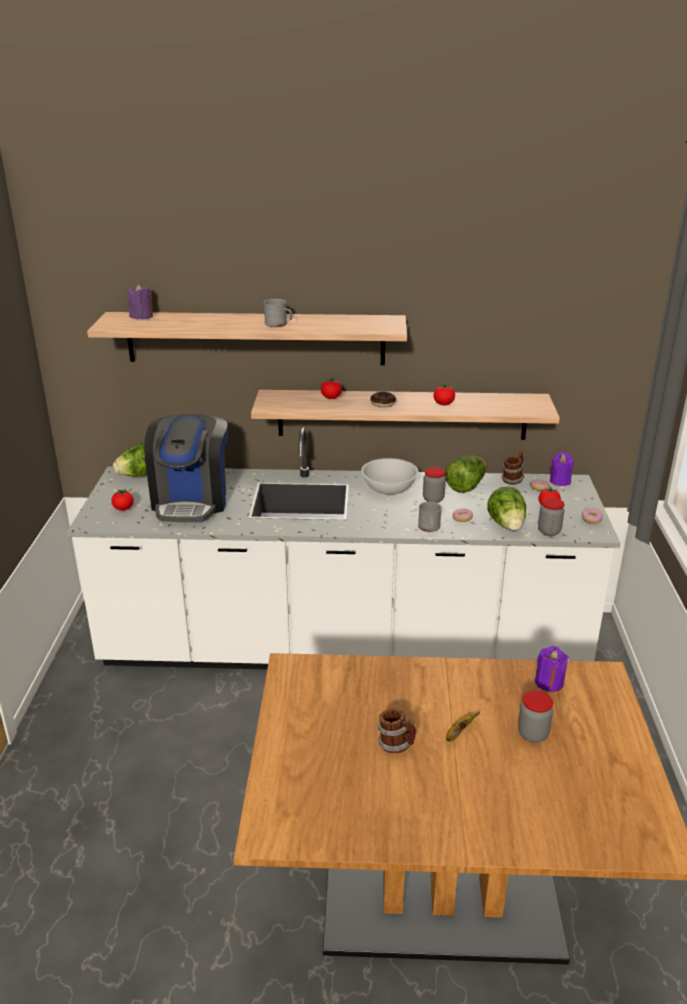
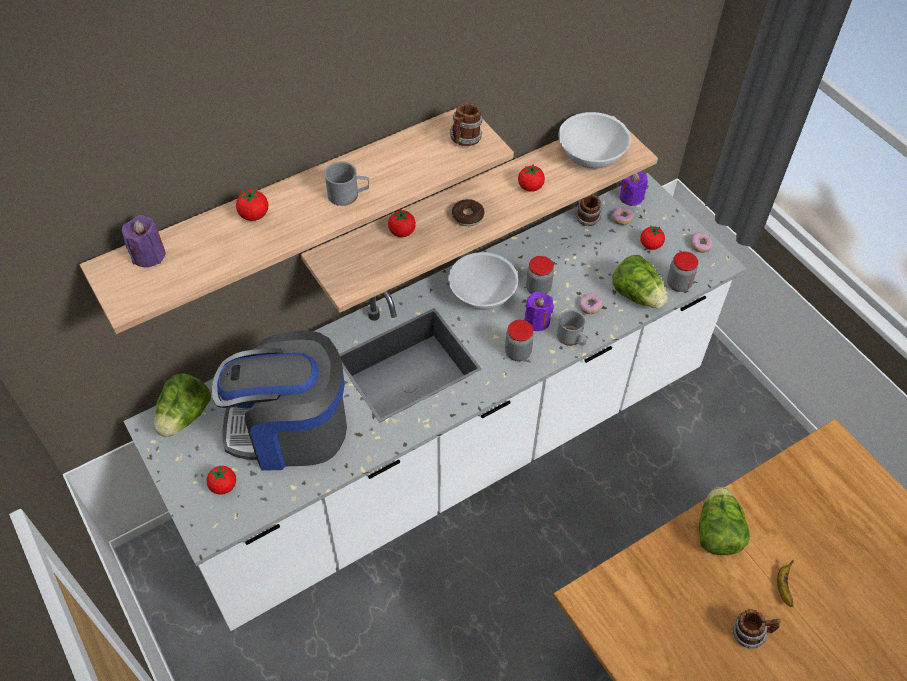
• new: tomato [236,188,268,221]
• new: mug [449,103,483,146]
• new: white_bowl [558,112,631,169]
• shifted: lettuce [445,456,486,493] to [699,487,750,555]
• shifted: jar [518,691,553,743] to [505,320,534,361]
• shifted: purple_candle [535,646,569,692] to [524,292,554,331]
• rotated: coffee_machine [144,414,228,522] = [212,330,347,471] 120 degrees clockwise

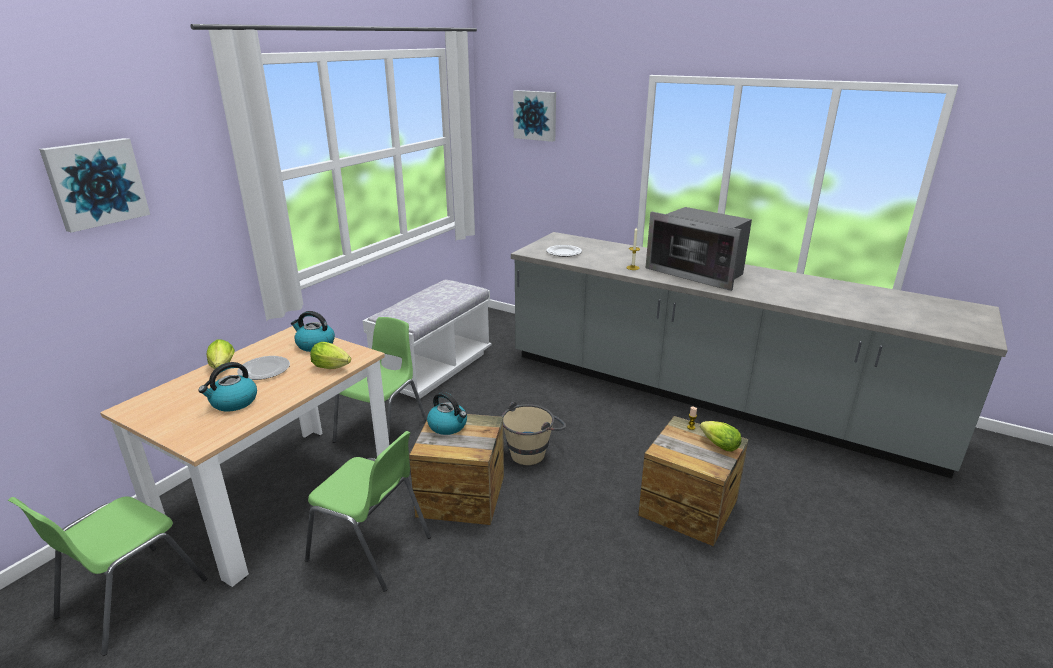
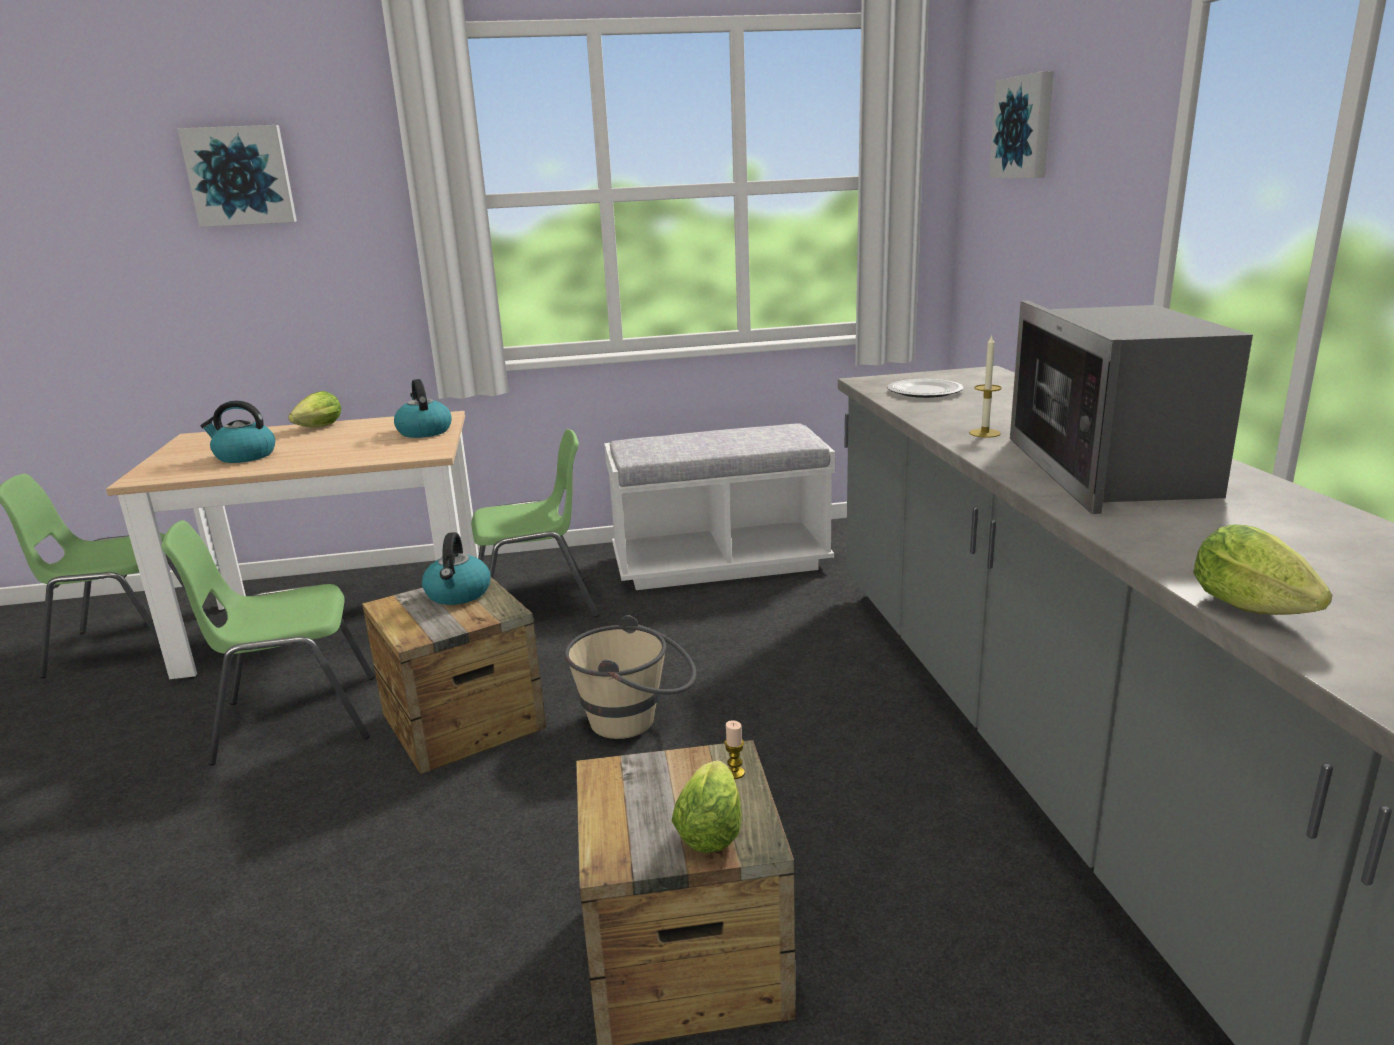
• gone: plate [237,356,290,380]
• shifted: lettuce [310,342,351,369] to [1193,524,1332,615]
• rotated: green_chair [305,431,431,592] = [161,520,375,765] 90 degrees clockwise

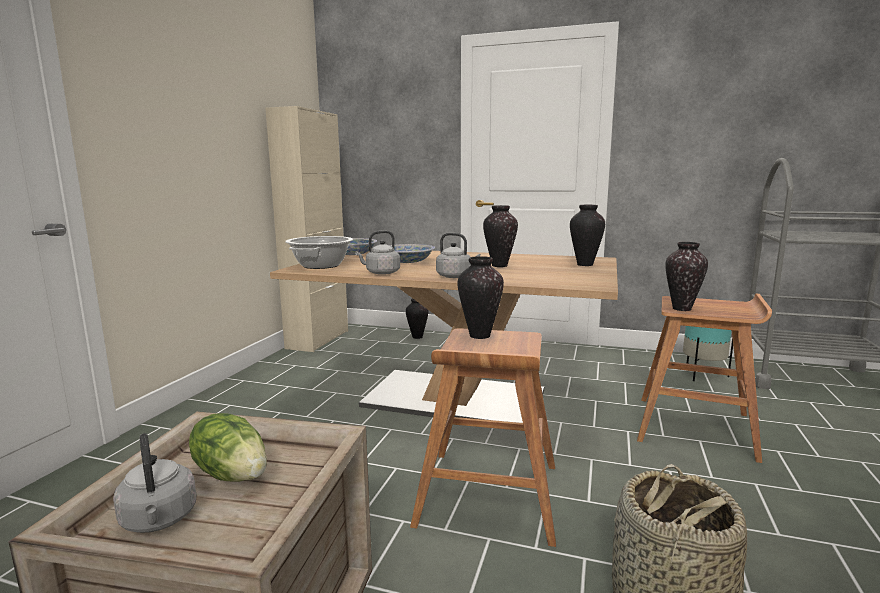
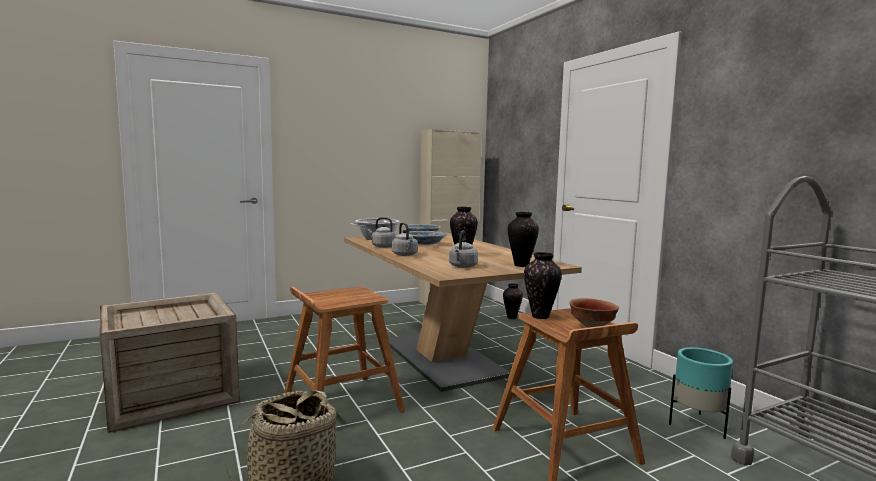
• gone: lettuce [189,413,267,482]
• gone: vase [458,256,504,339]
• new: bowl [569,298,619,327]
• shifted: grey_kettle [113,433,196,533] to [449,230,478,268]

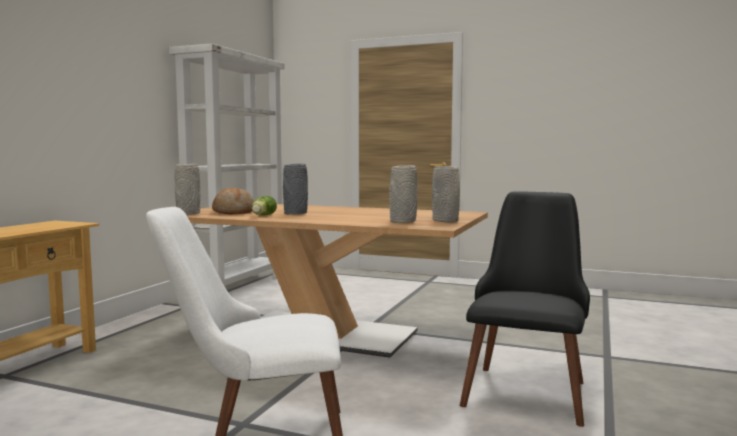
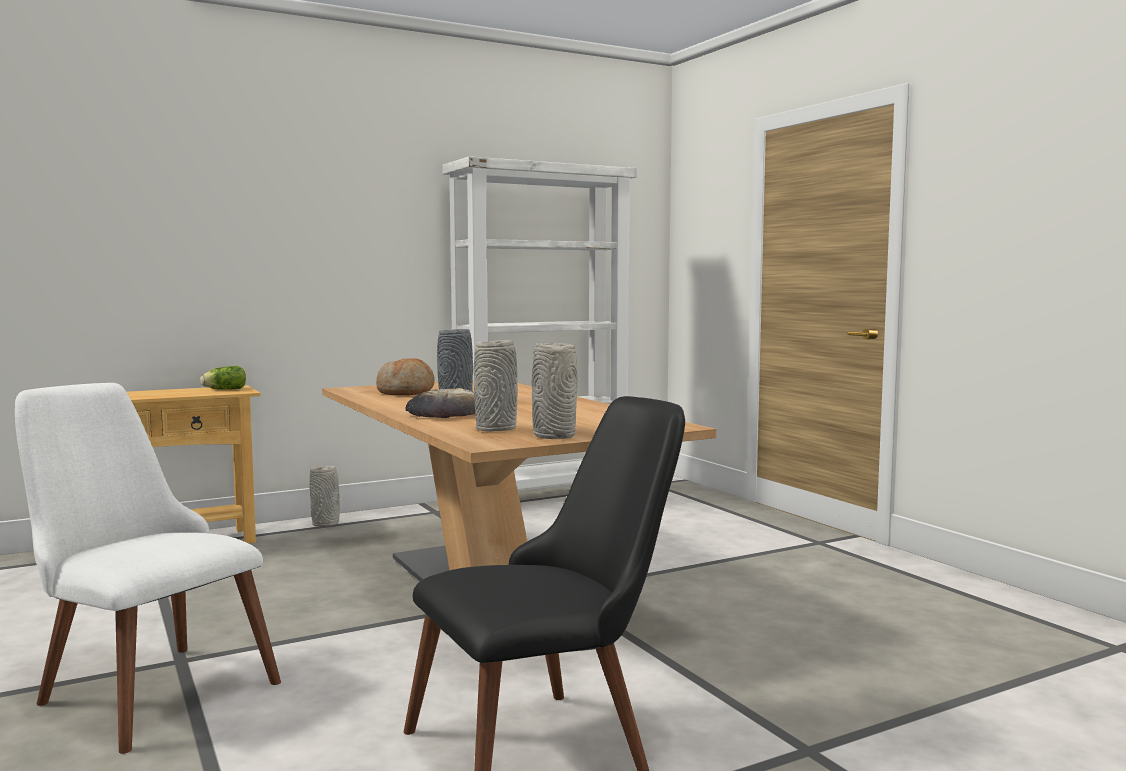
• new: bread [405,388,475,418]
• shifted: grey_vase [174,164,201,215] to [309,466,340,527]
• shifted: lettuce [252,196,277,216] to [200,366,246,390]

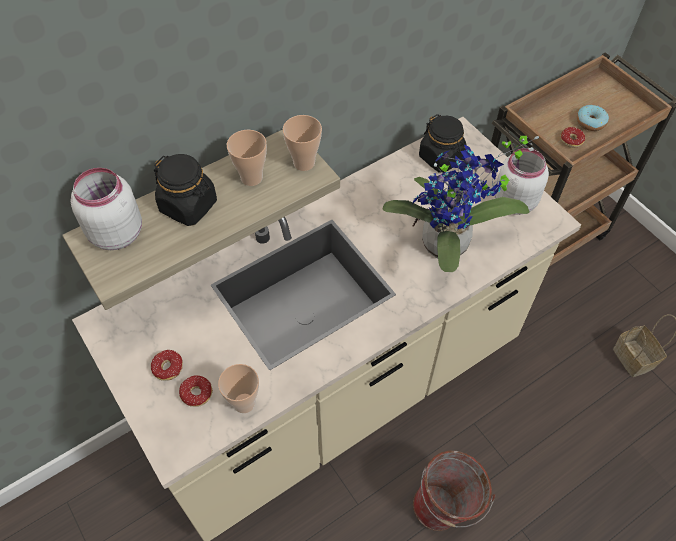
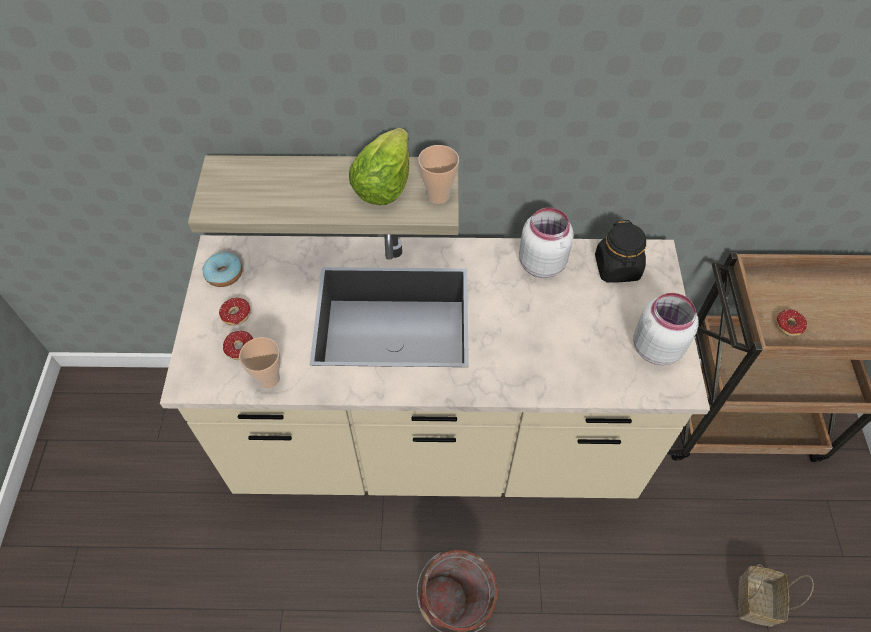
• gone: black_jar [154,154,217,226]
• gone: potted_plant [383,136,539,272]
• shifted: white_jar [71,168,142,250] to [519,208,574,278]
• shifted: donut [577,105,609,131] to [202,252,242,287]
• swapped: cup [227,130,267,186] to lettuce [349,128,409,205]

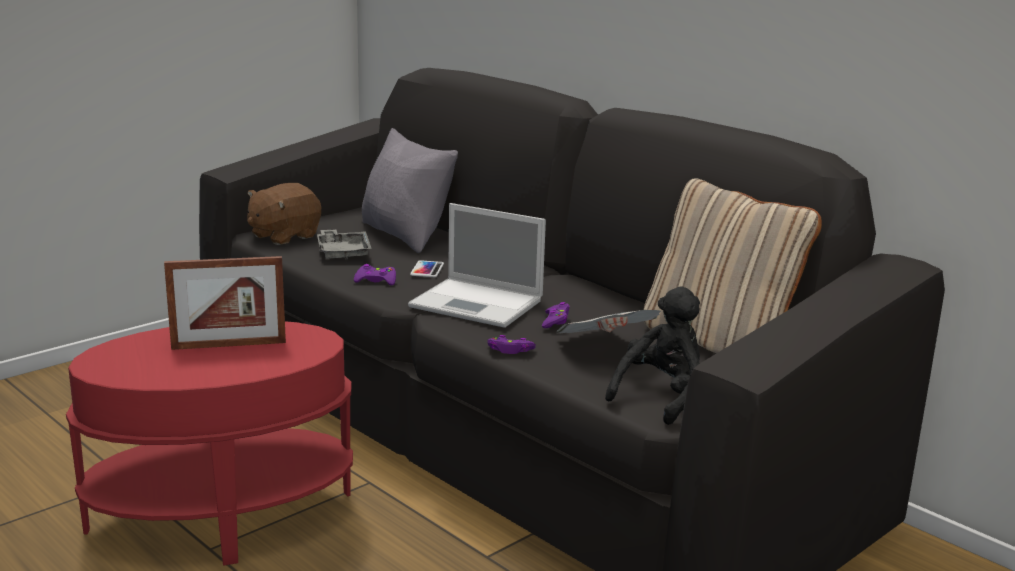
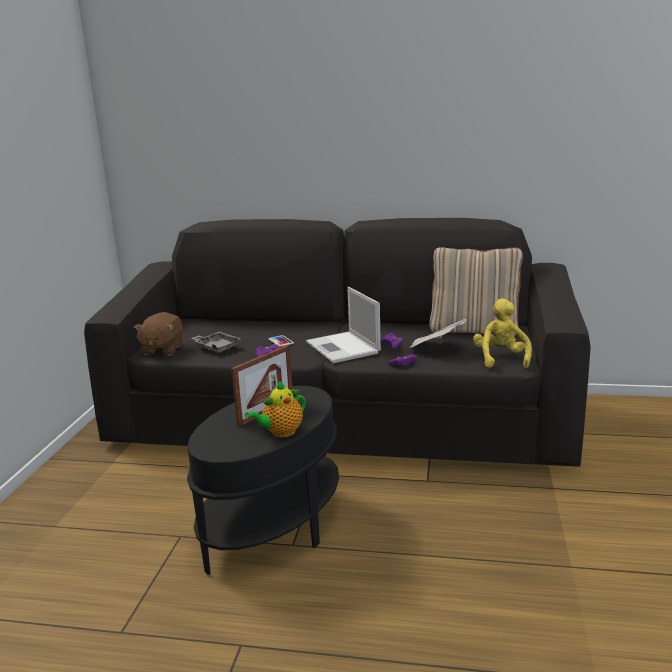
• gone: grey_pillow [362,128,458,253]
• new: teapot [245,381,306,437]
• repainted: red_side_table [66,321,353,565] to black_side_table [187,386,339,575]
• repainted: black_plush_toy [605,286,700,425] to yellow_plush_toy [473,298,532,369]
• rotated: laptop [408,203,546,328] = [306,287,381,363] 75 degrees clockwise

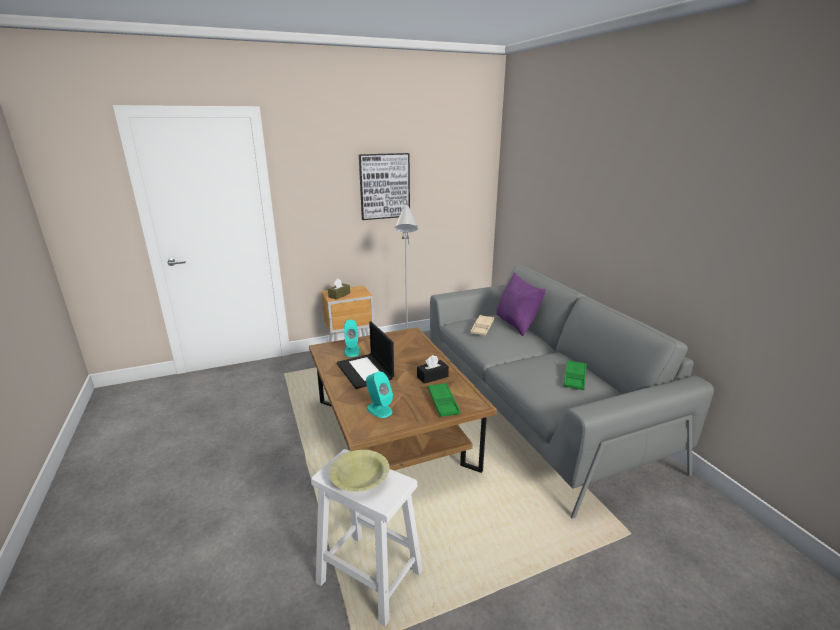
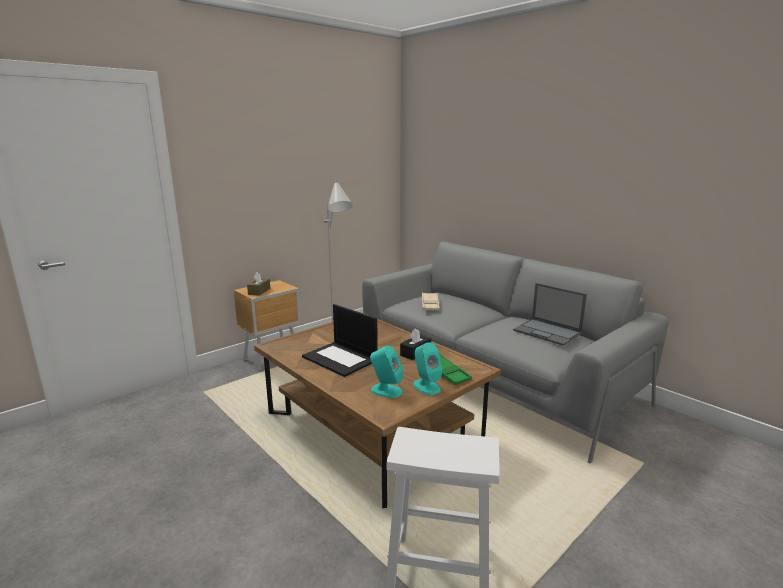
• gone: yellow_bowl [329,450,390,492]
• gone: picture [359,153,410,220]
• gone: purple_pillow [497,272,546,336]
• shifted: turquoise_speaker [344,320,360,357] to [413,342,443,395]
• swapped: green_tray [564,360,587,390] to laptop [513,283,587,346]

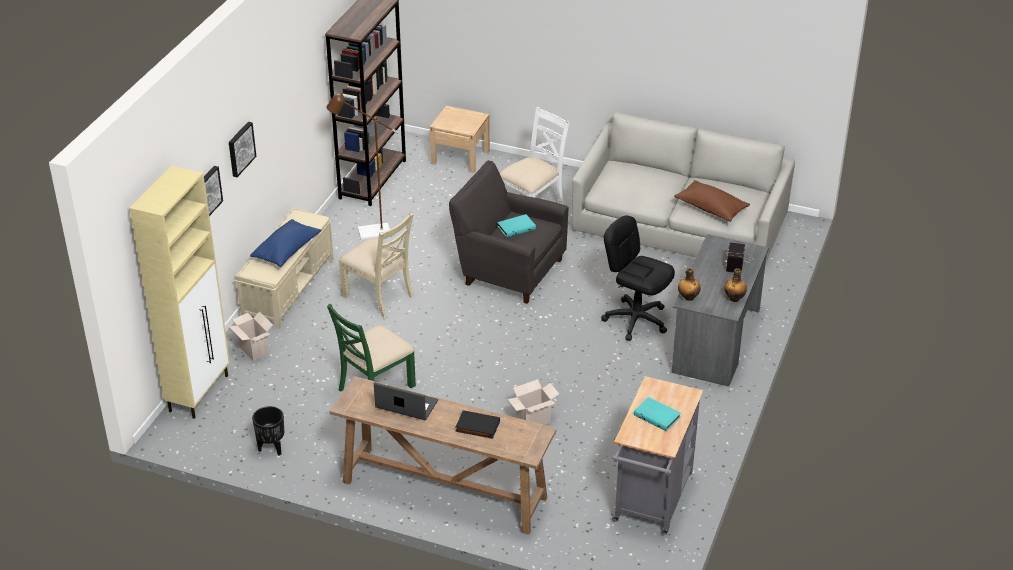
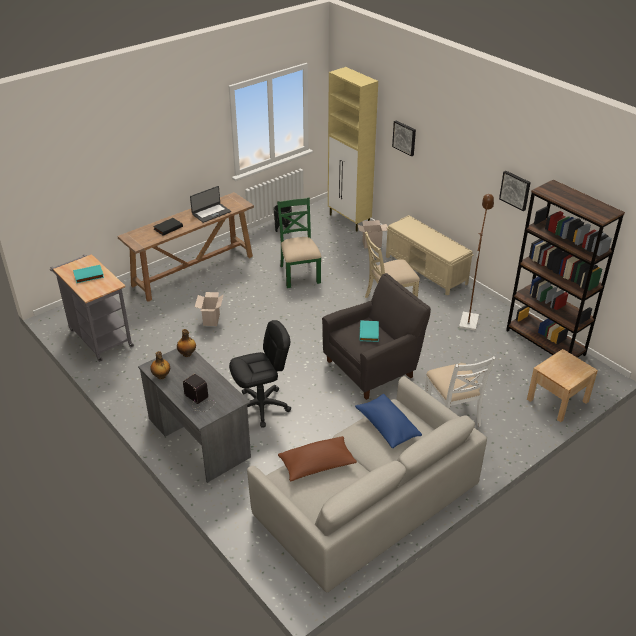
• shifted: picture [229,122,256,177] to [499,171,531,211]
• shifted: blue_pillow [250,219,321,267] to [355,394,422,448]

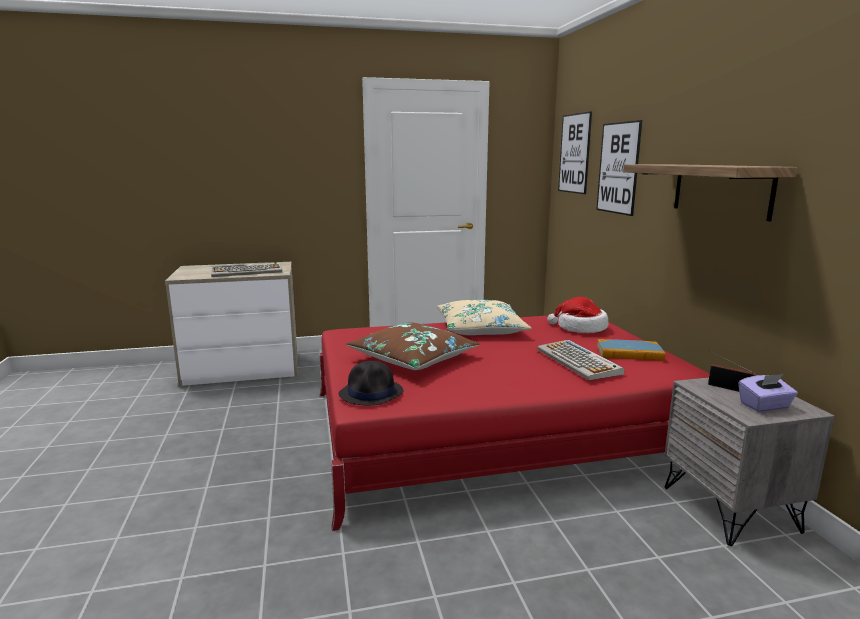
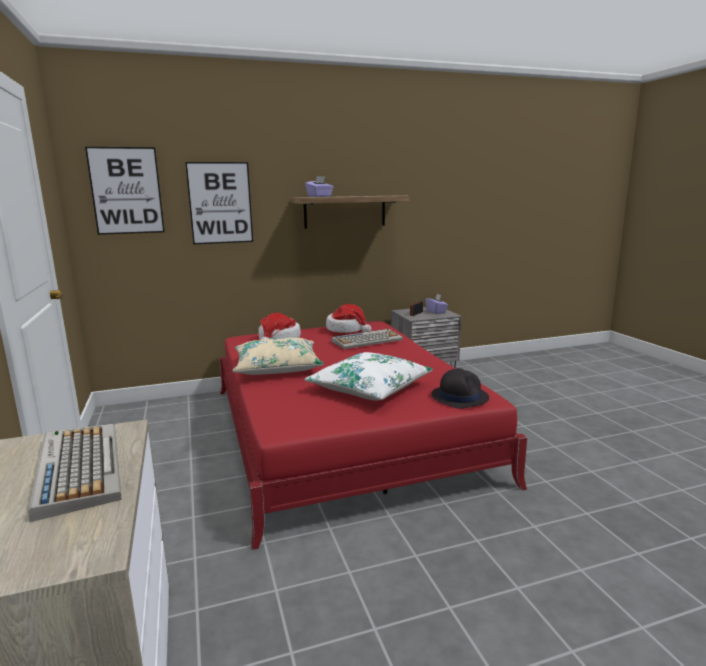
• new: purple_tissue_box [305,176,333,197]
• swapped: book [597,339,665,361] to hat [326,304,371,333]
• repainted: brown_pillow [346,322,480,370] to white_pillow [305,352,433,400]

